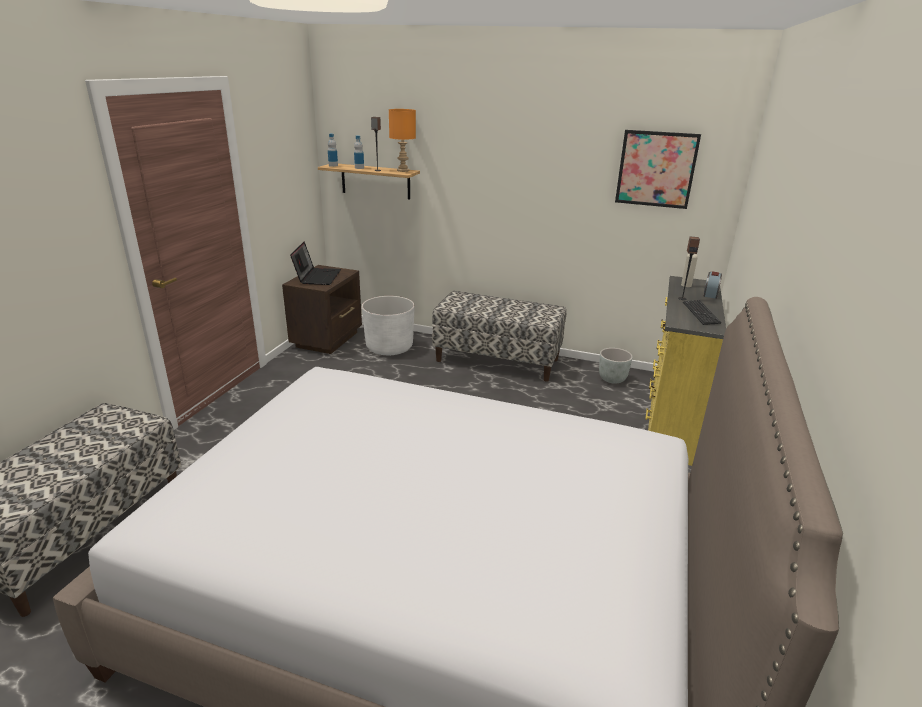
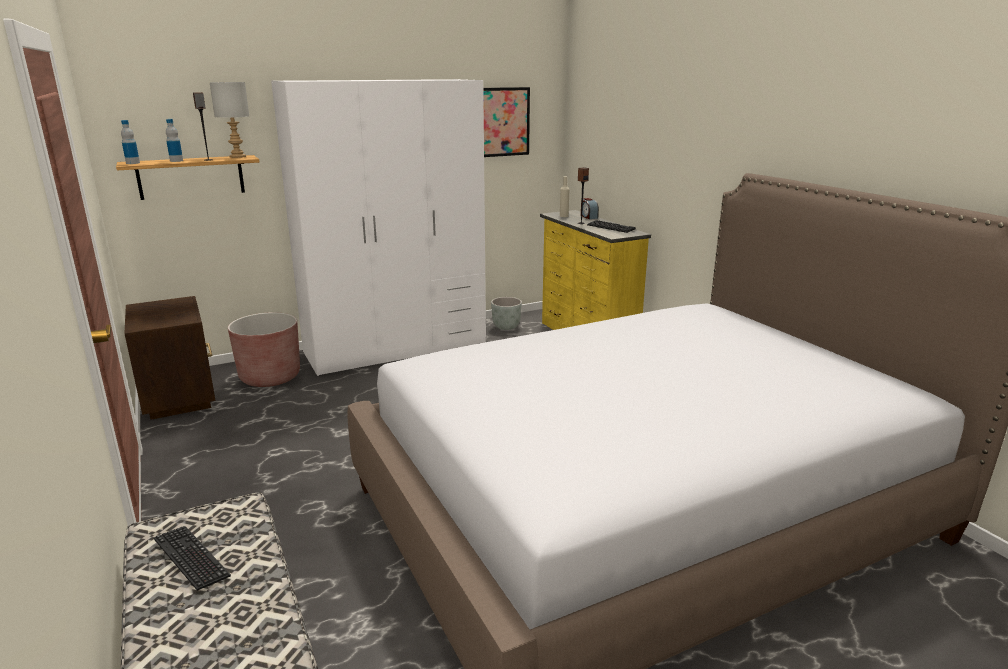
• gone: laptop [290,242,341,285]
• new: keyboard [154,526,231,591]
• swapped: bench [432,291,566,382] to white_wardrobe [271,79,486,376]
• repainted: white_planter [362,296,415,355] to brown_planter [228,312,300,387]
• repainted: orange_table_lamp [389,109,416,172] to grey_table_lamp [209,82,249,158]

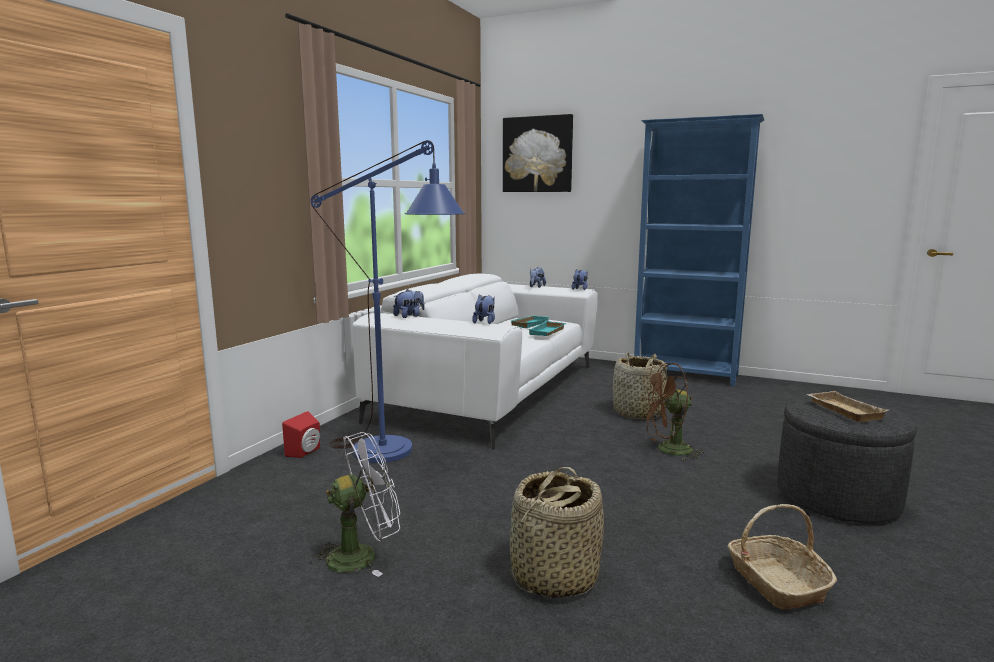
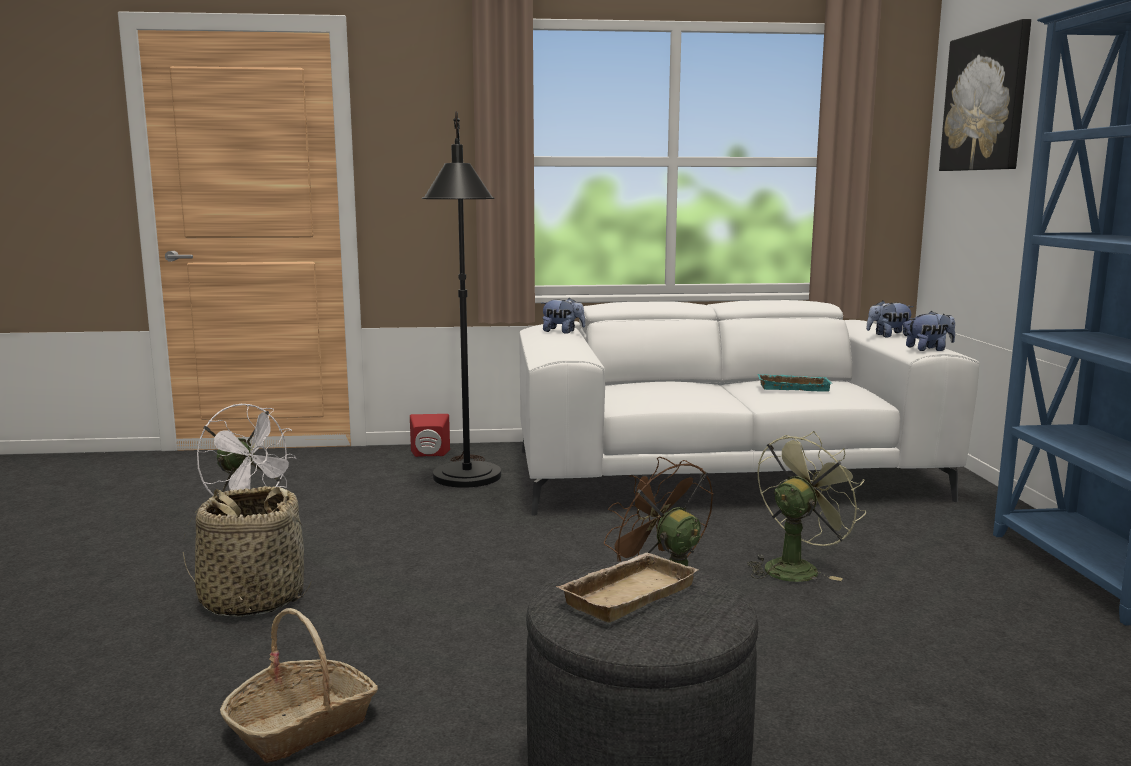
• gone: plush_toy [472,294,495,324]
• gone: turquoise_tray [529,320,566,336]
• swapped: basket [613,353,667,419] to green_fan [747,431,866,582]
• repainted: blue_floor_lamp [311,140,465,463] to black_floor_lamp [422,111,501,488]

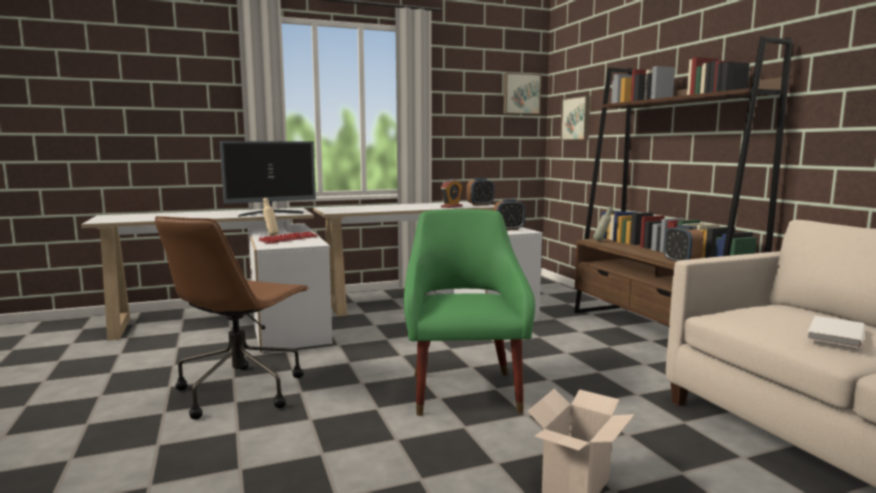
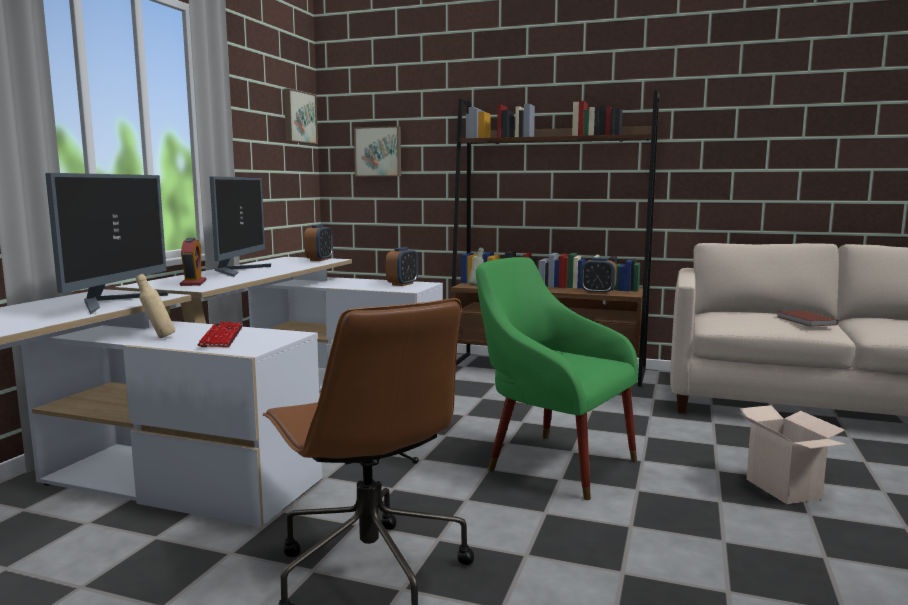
• new: monitor [210,176,271,277]
• shifted: alarm_clock [441,179,463,208] to [180,238,207,286]
• repainted: white_book [807,316,865,348] to brown_book [778,311,839,327]

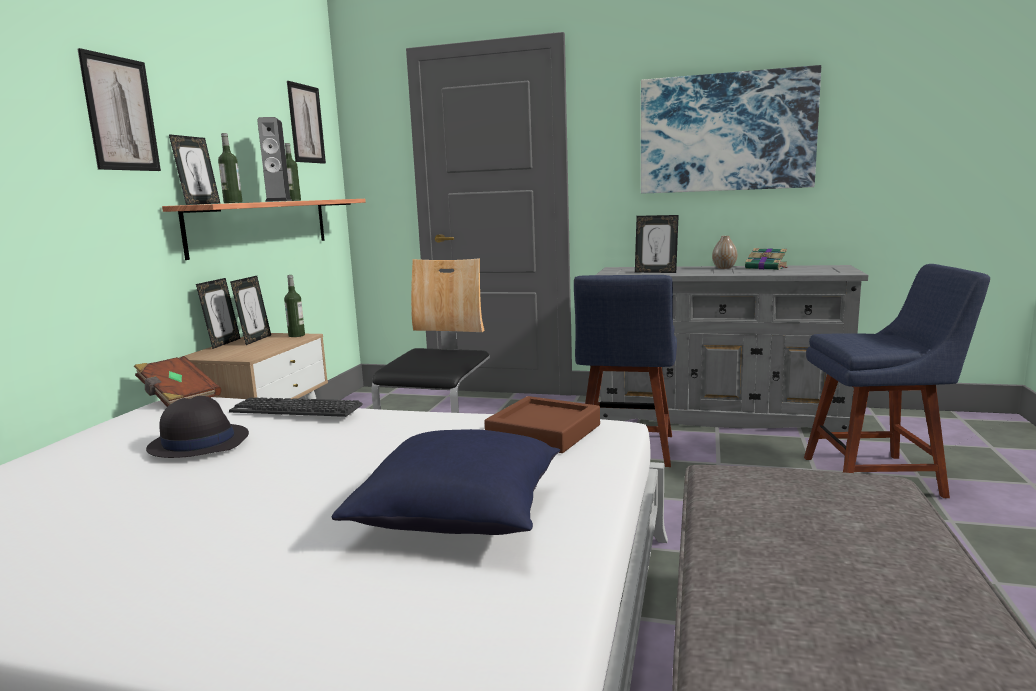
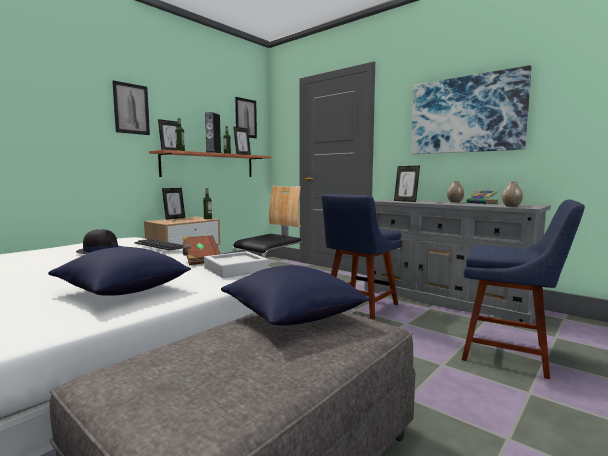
• new: blue_pillow [221,265,370,325]
• new: vase [502,181,523,207]
• shifted: brown_book [134,356,221,407] to [182,235,221,265]
• shifted: picture_frame [230,276,271,345] to [233,126,251,155]
• repainted: brown_tray [484,396,600,453] to grey_tray [204,251,269,278]

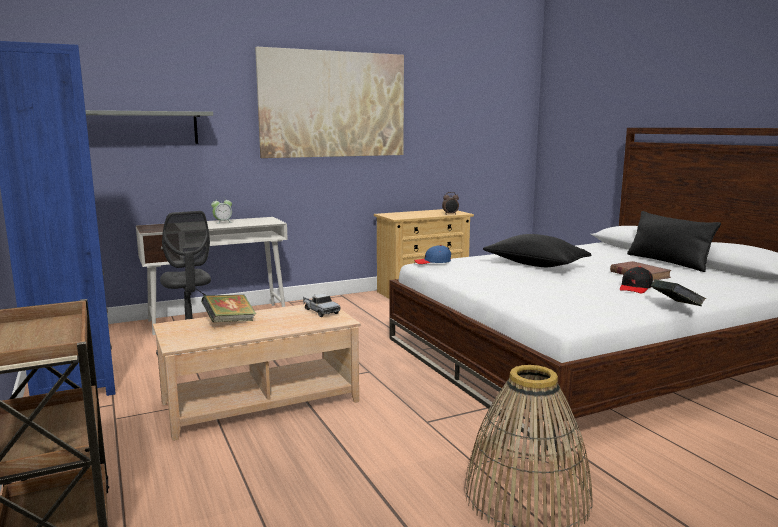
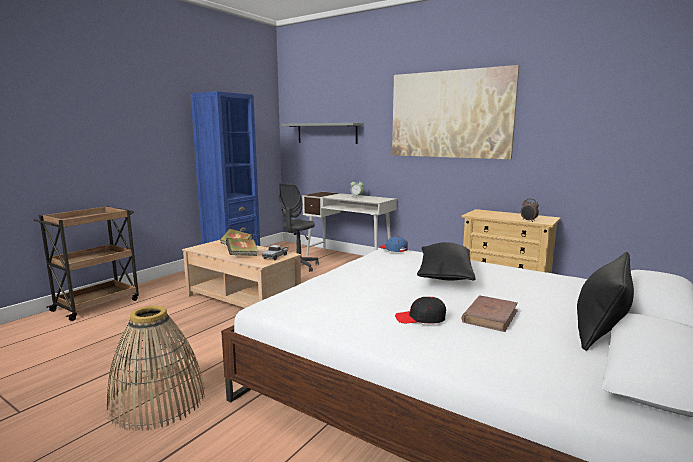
• shifted: book [651,279,706,306] to [226,238,259,256]

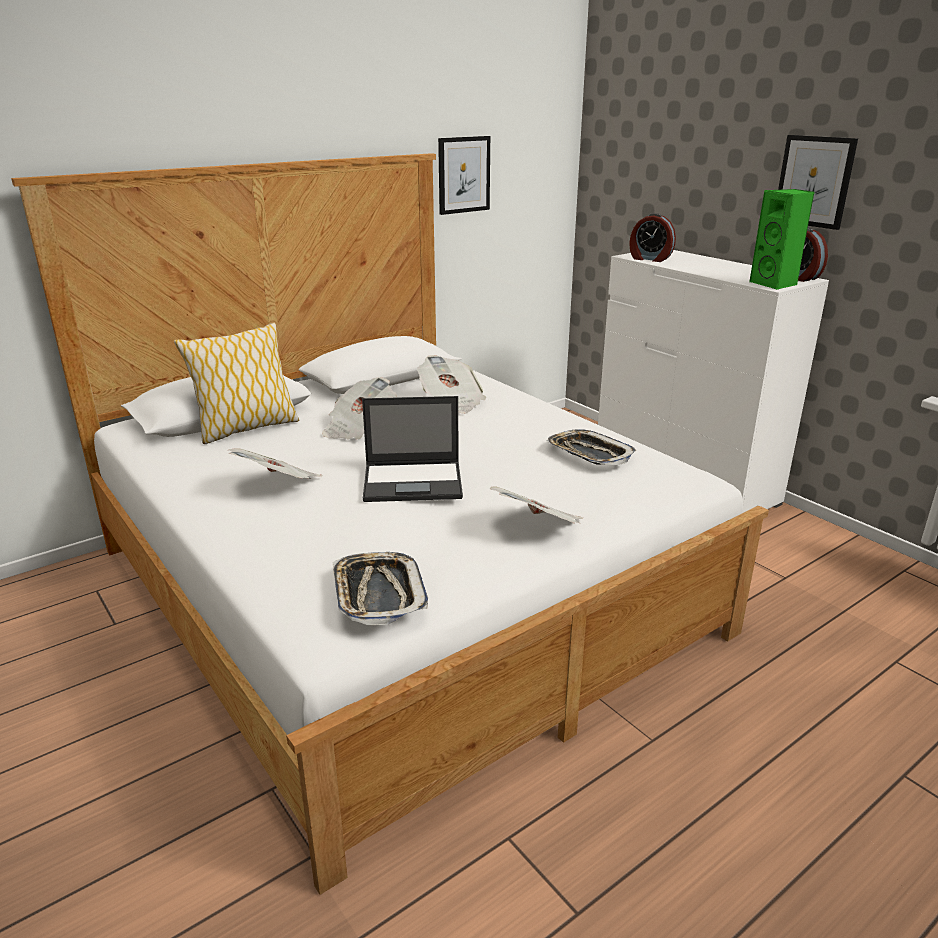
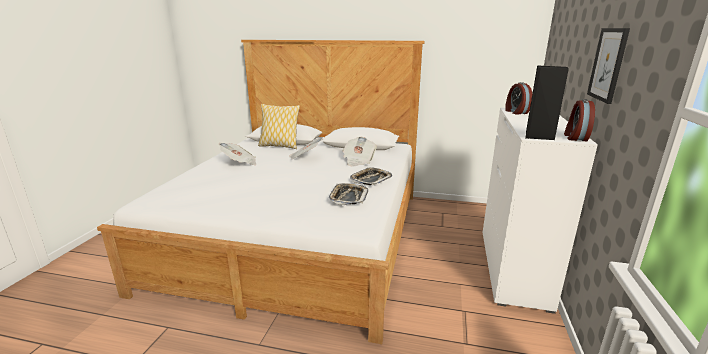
• gone: laptop [362,396,463,502]
• gone: picture [438,136,490,215]
• gone: newspaper [489,486,583,524]
• shifted: tray [333,552,428,625] to [350,167,392,185]
• repainted: green_speaker [749,189,814,290] to black_speaker [525,66,569,140]

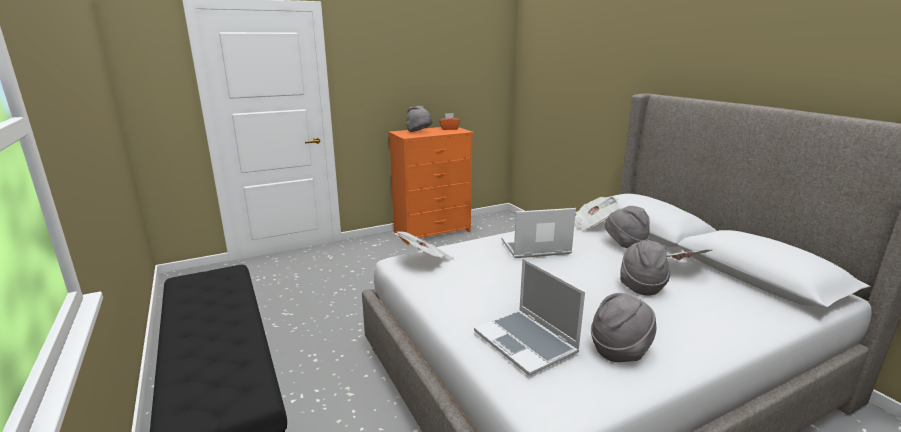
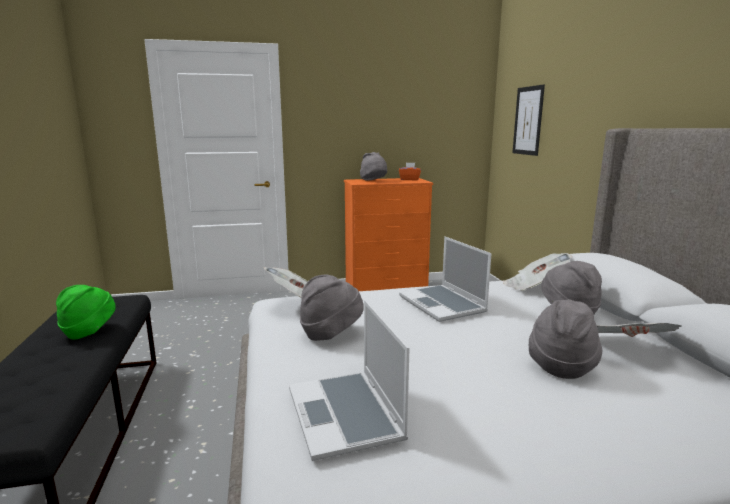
• new: green_hat [56,285,116,340]
• new: picture [512,84,545,156]
• shifted: grey_hat [591,293,657,362] to [300,275,364,341]
• rotated: laptop [501,208,576,258] = [399,236,492,322] 120 degrees counterclockwise

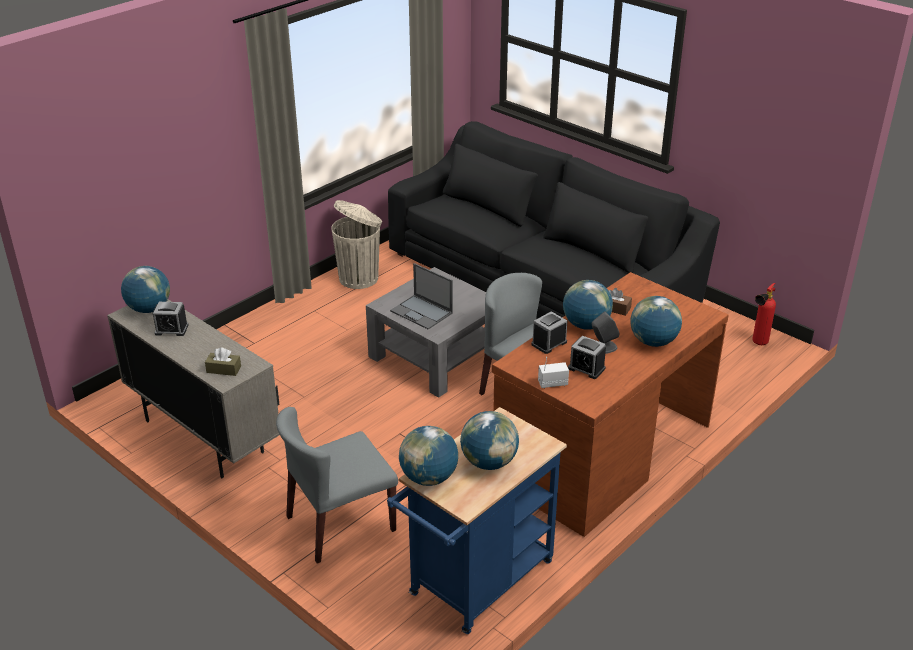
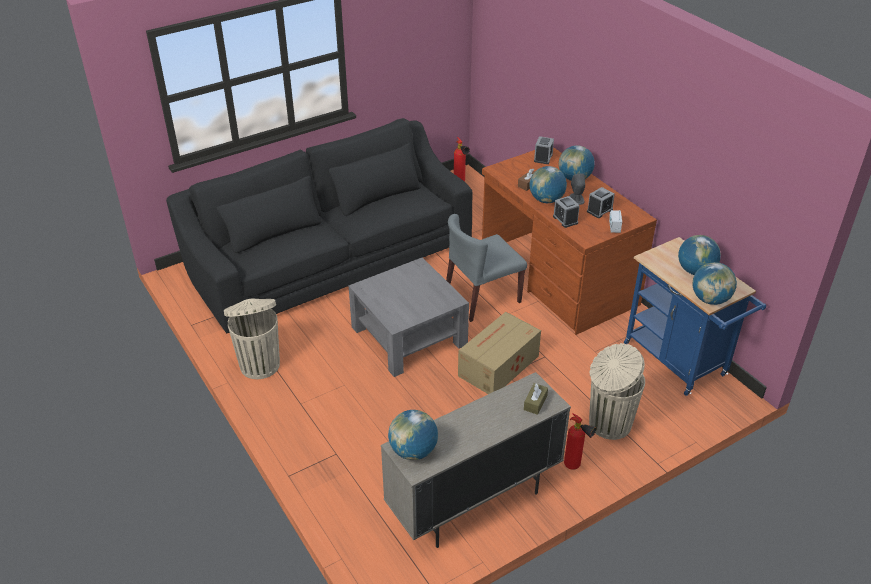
• gone: laptop [390,263,453,329]
• new: cardboard_box [458,312,541,394]
• new: fire_extinguisher [564,413,597,470]
• shifted: alarm_clock [153,302,189,336] to [534,136,554,164]
• swapped: grey_chair [276,407,398,563] to beige_trash_can [589,343,645,440]

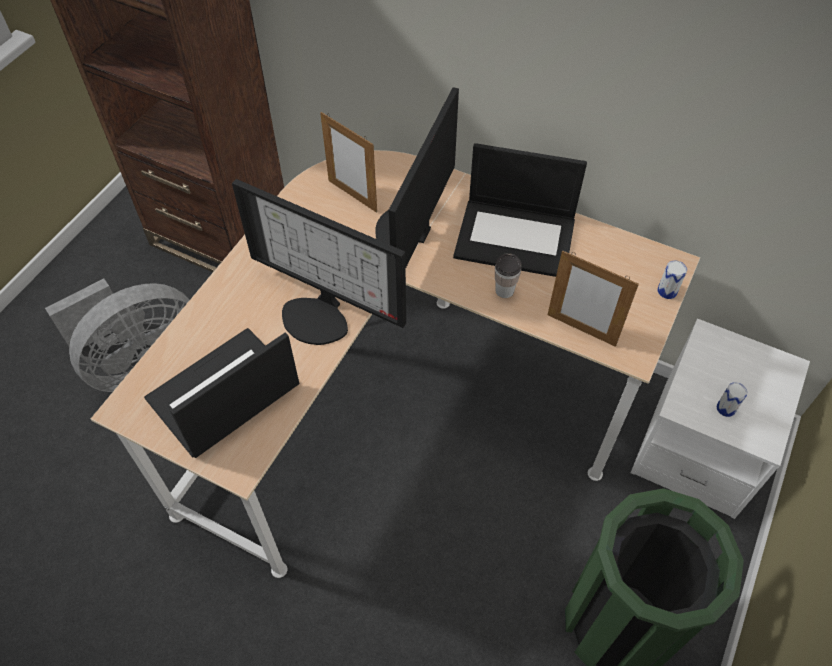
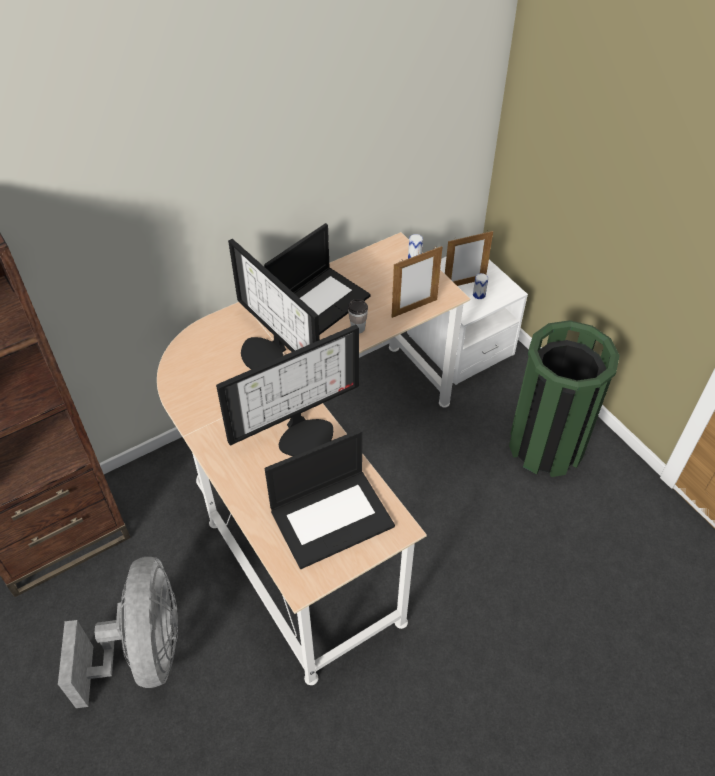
• shifted: picture_frame [320,112,377,213] to [445,231,493,286]
• rotated: laptop [144,328,299,458] = [265,429,395,569] 105 degrees counterclockwise

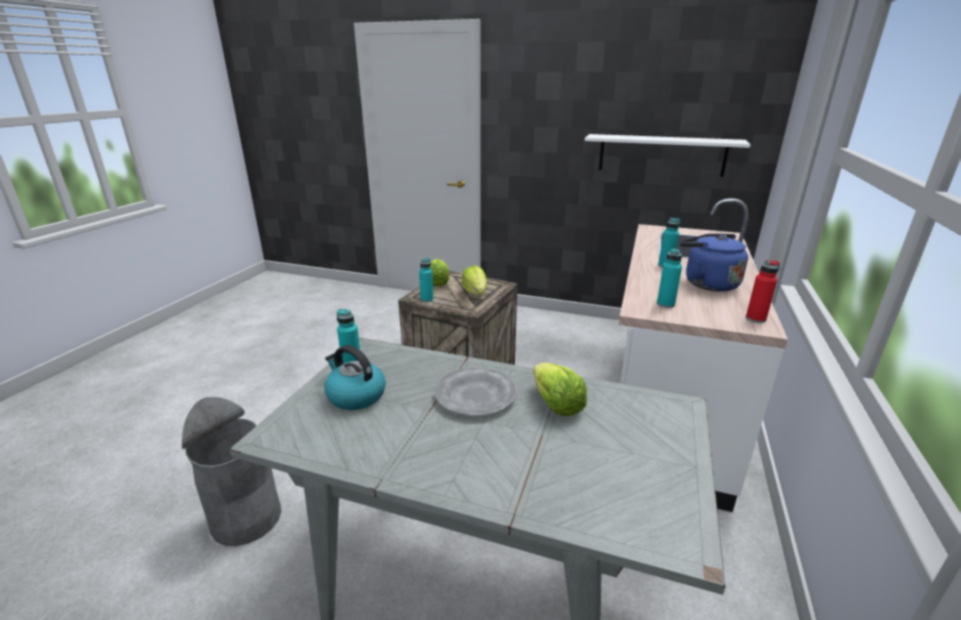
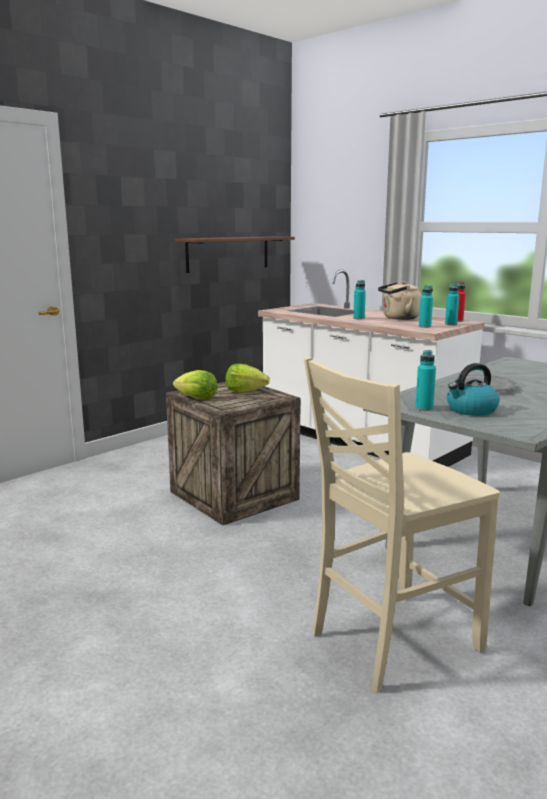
• gone: lettuce [533,363,587,416]
• shifted: turquoise_bottle [419,258,433,302] to [445,284,459,325]
• swapped: grey_trash_can [182,397,281,546] to beige_chair [304,357,500,693]
• repainted: white_shelf [585,134,751,177] to brown_shelf [175,236,295,273]
• repainted: blue_kettle [680,234,748,292] to beige_kettle [378,282,422,320]

